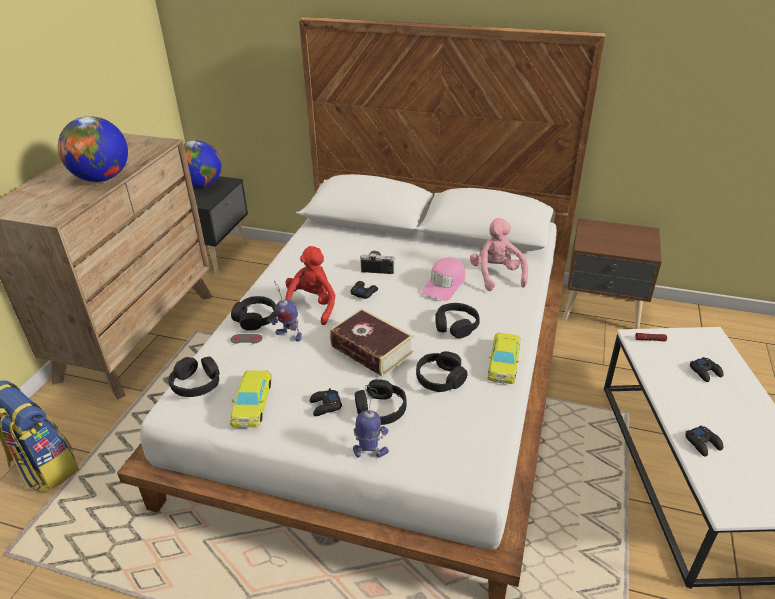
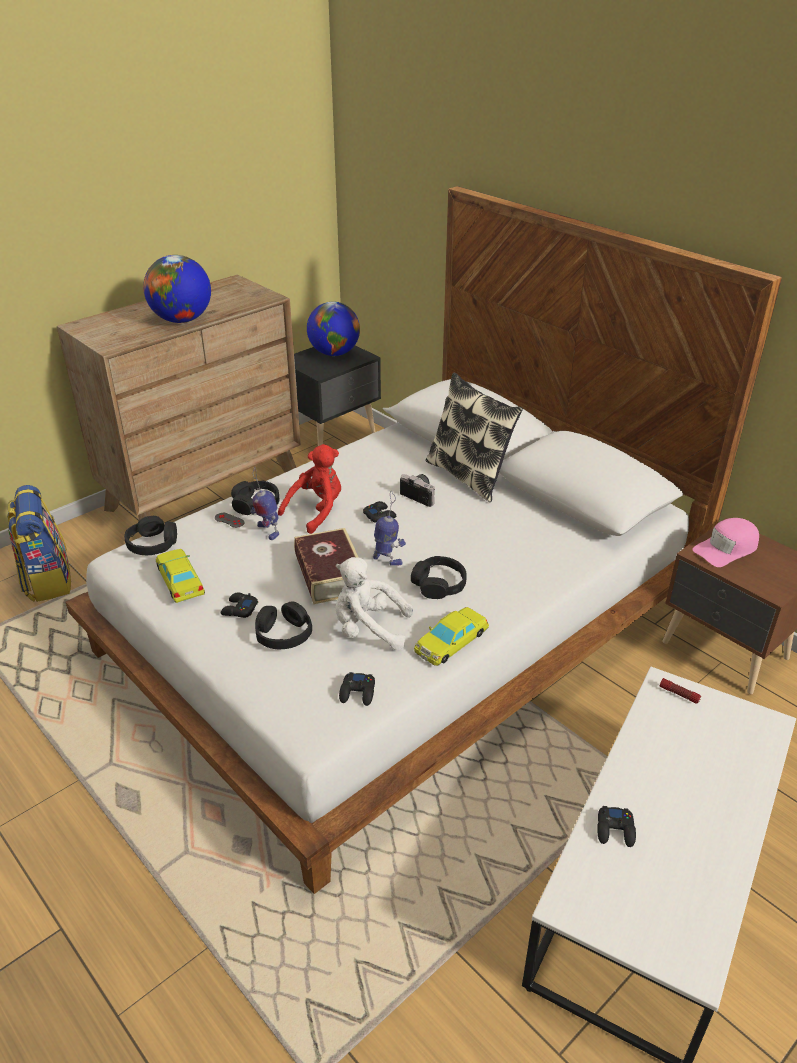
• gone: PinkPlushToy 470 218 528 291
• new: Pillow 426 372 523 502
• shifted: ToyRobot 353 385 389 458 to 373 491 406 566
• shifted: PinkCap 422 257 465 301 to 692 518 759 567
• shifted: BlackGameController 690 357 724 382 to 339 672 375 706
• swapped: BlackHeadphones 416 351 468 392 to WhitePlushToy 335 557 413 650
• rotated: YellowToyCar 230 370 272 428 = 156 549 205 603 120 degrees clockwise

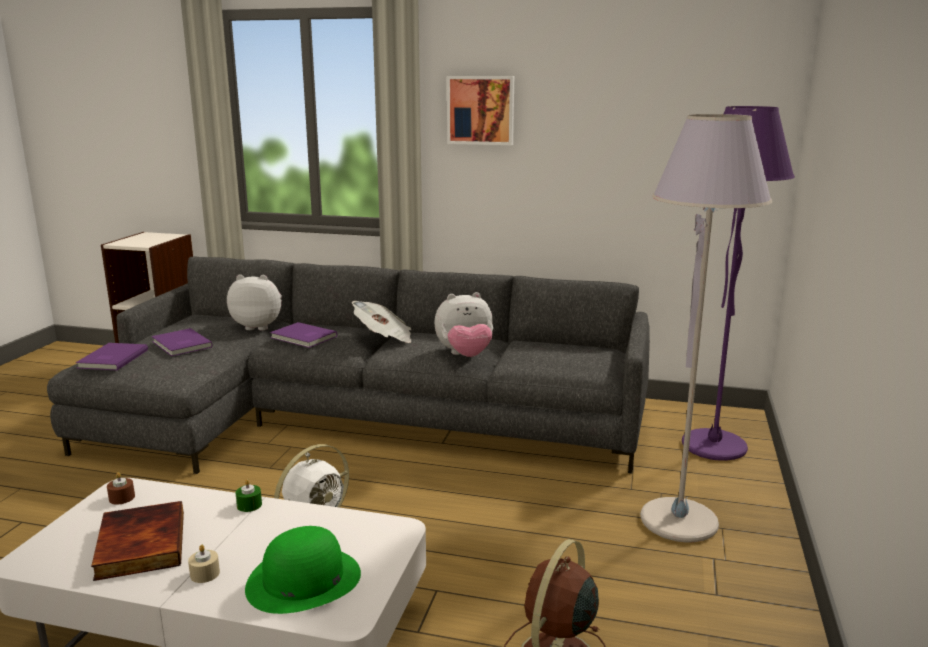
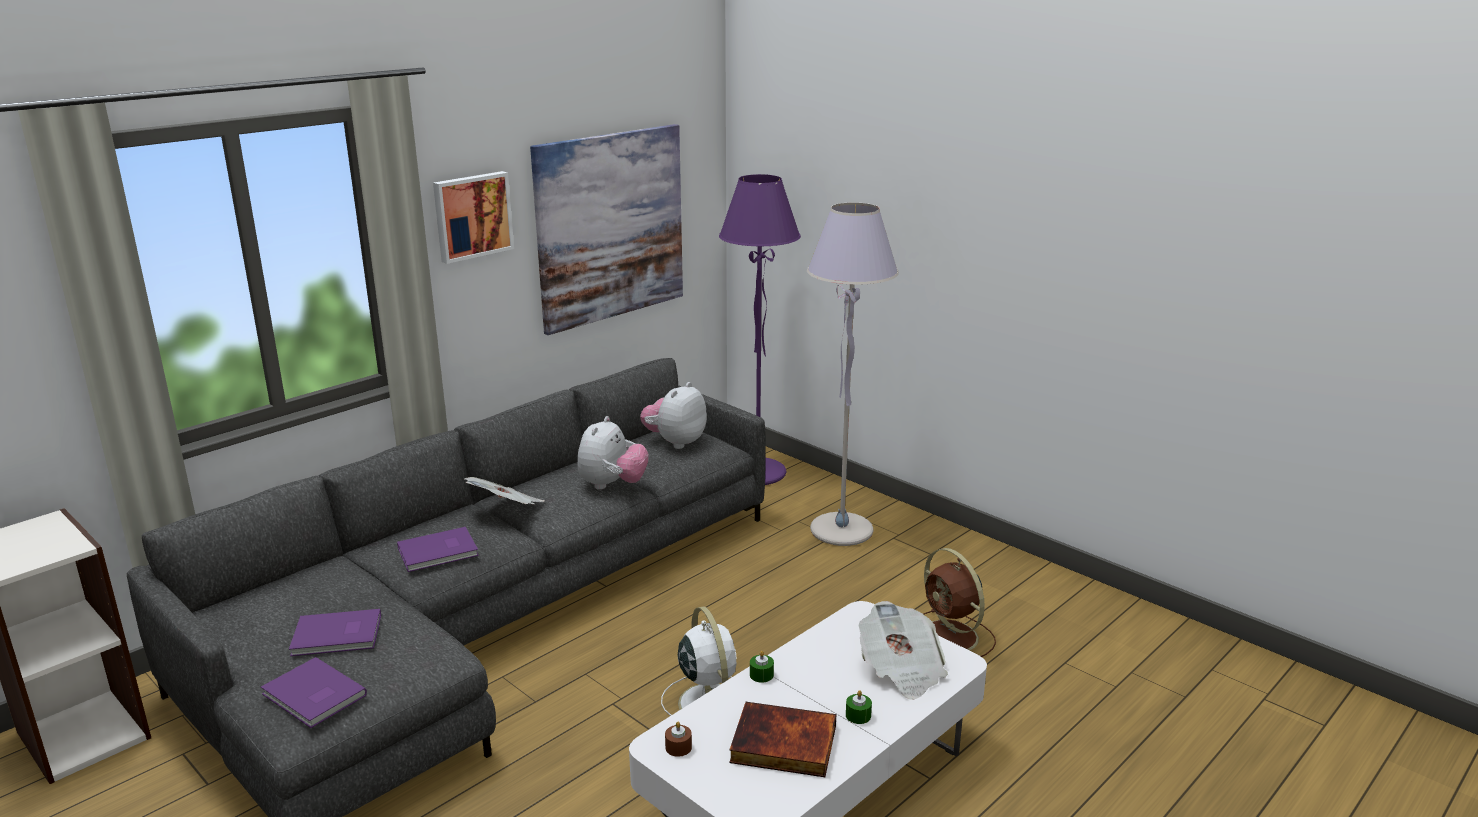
• new: Picture 530 124 683 335
• shifted: PlushToy 227 275 282 330 to 640 382 707 449
• swapped: GreenHat 245 526 361 614 to Newspaper 858 601 948 700
• repainted: BeigeCandle 188 545 220 583 to GreenCandle 846 690 872 724

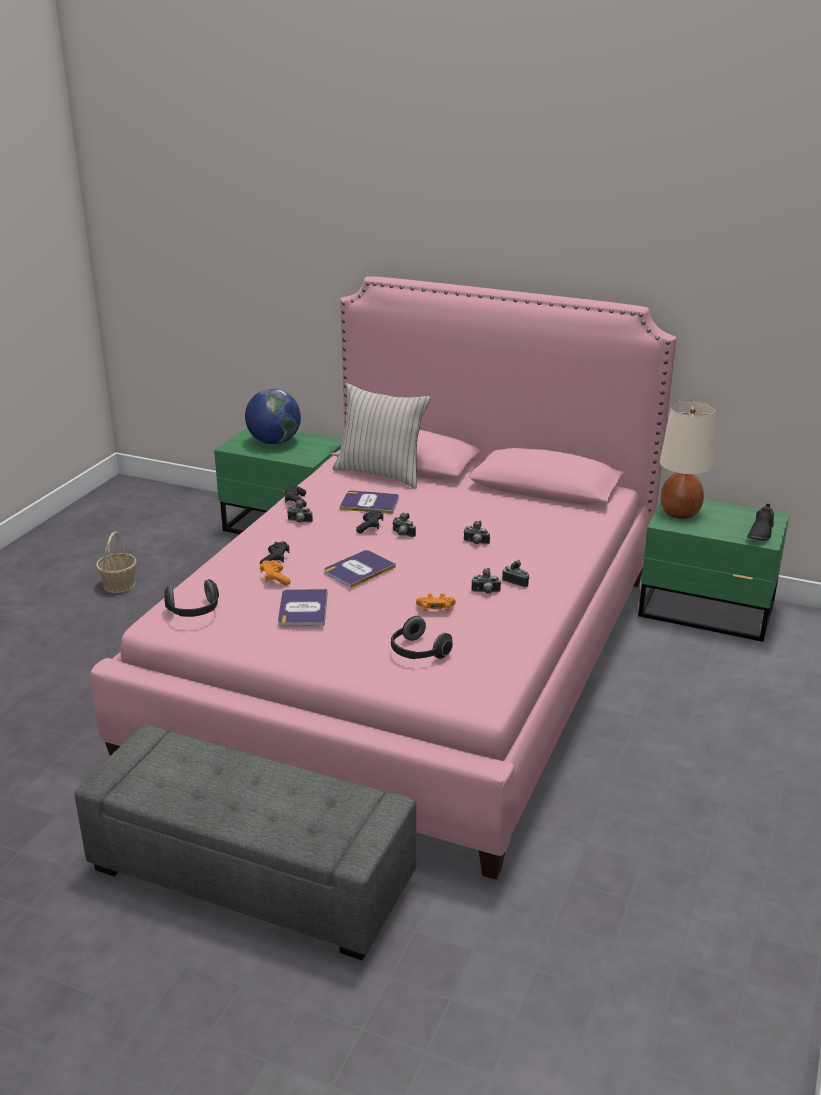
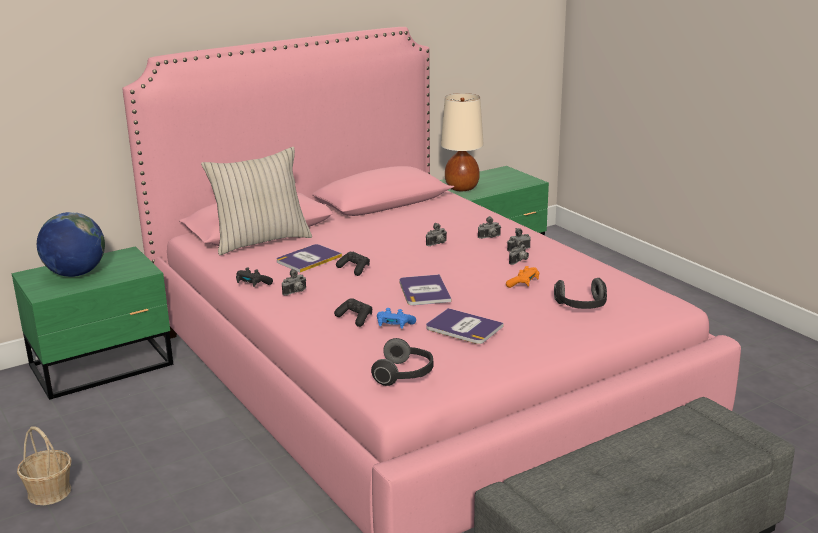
• gone: BlackShoe 747 503 774 541
• shifted: PhotoCamera 392 513 416 537 to 478 216 501 239
• repainted: OrangeGameController 260 560 290 586 to BlueGameController 377 308 416 329

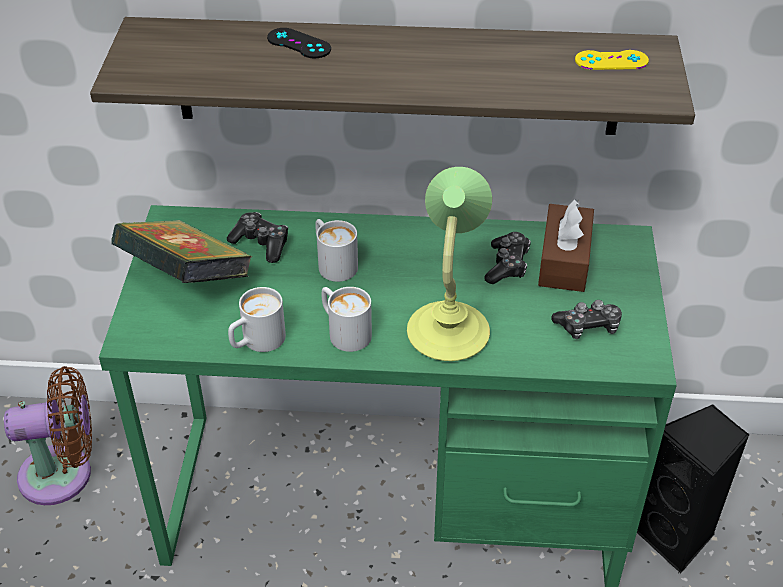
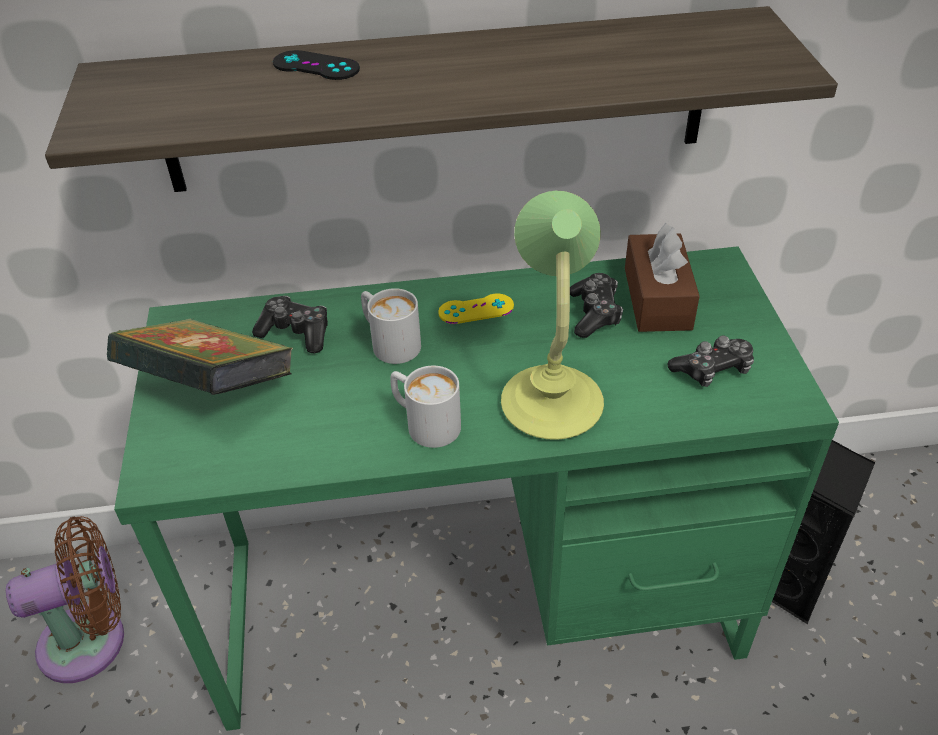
• gone: WhiteMug 228 287 286 352
• shifted: YellowGameController 575 50 649 70 to 438 294 514 324

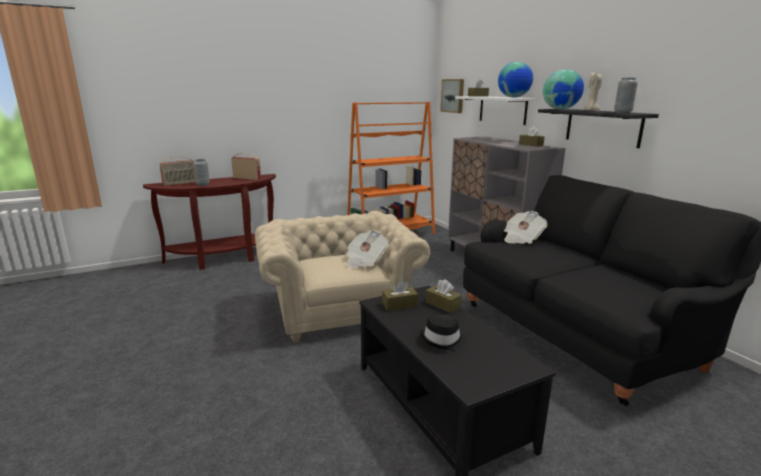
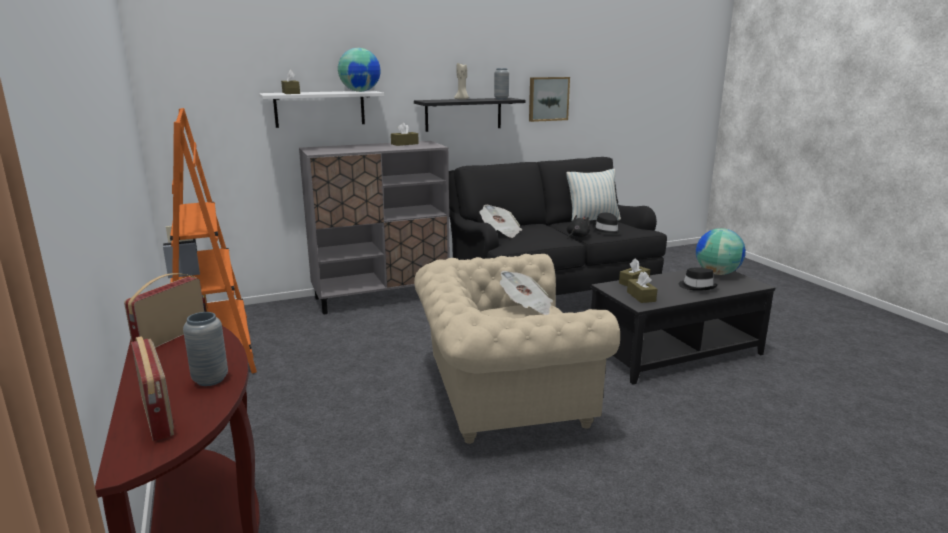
• new: Pillow 566 169 621 222
• new: BlackPlushToy 567 215 590 239
• new: BlackHat 592 213 622 235
• shifted: Picture 440 79 464 113 to 529 77 570 122
• shifted: Globe 543 69 584 109 to 696 228 746 275

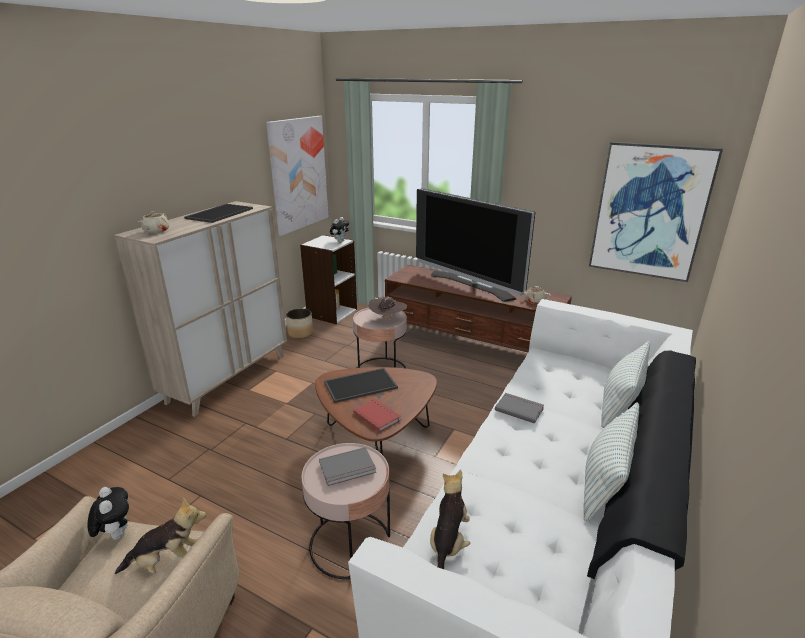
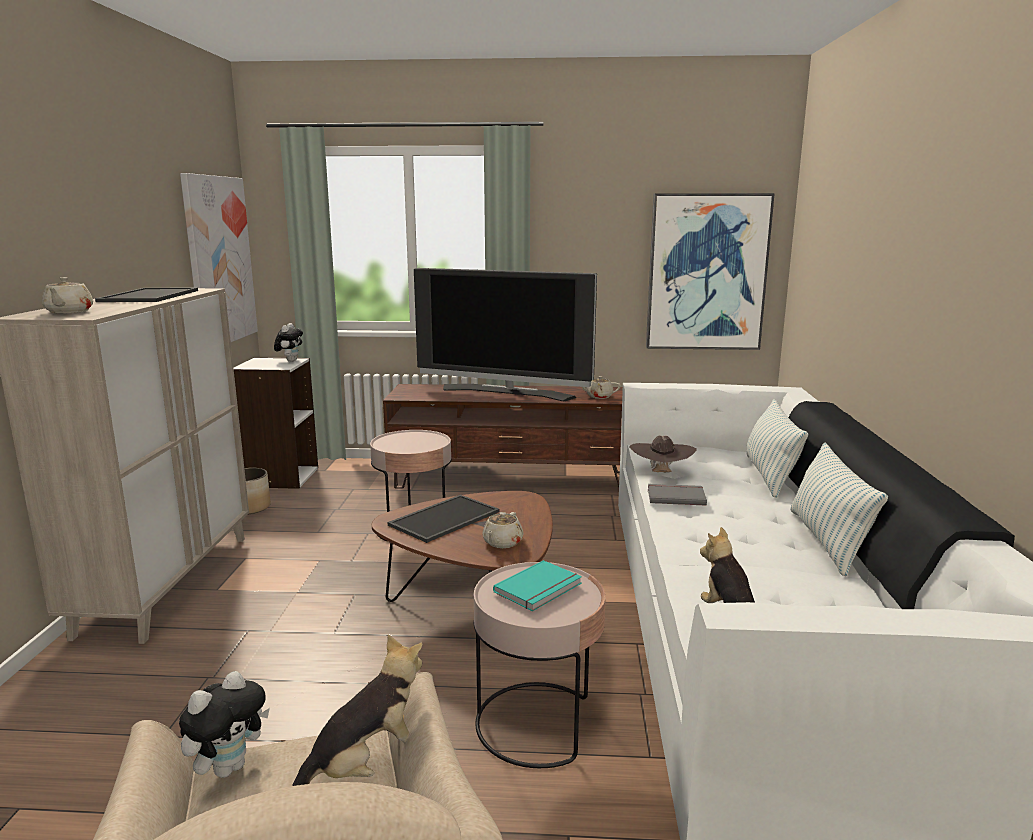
• shifted: BrownHat 368 296 407 320 to 629 435 697 472
• swapped: RedBook 353 399 401 432 to BeigeTeapot 482 512 523 548
• repainted: GreyBook 319 447 376 486 to TurquoiseBook 493 560 582 611
• rotated: PlushToy 87 487 129 540 = 179 671 270 778 90 degrees clockwise

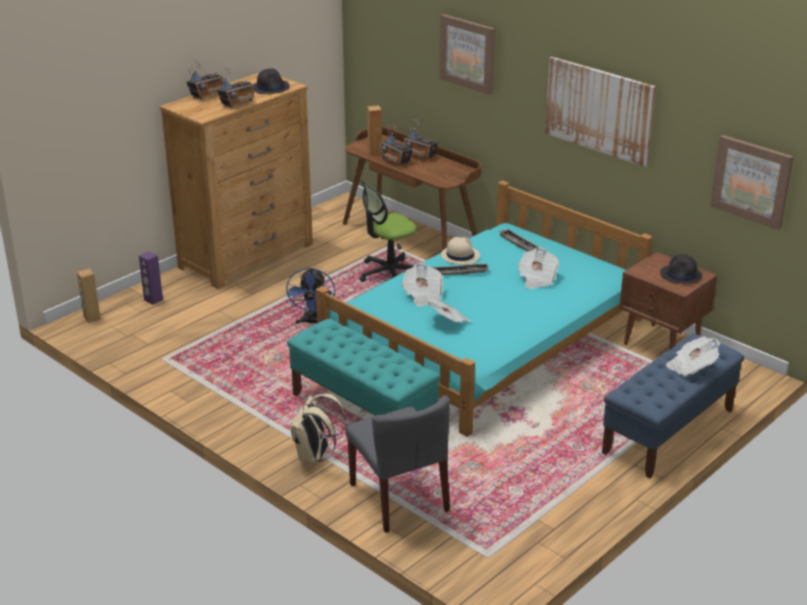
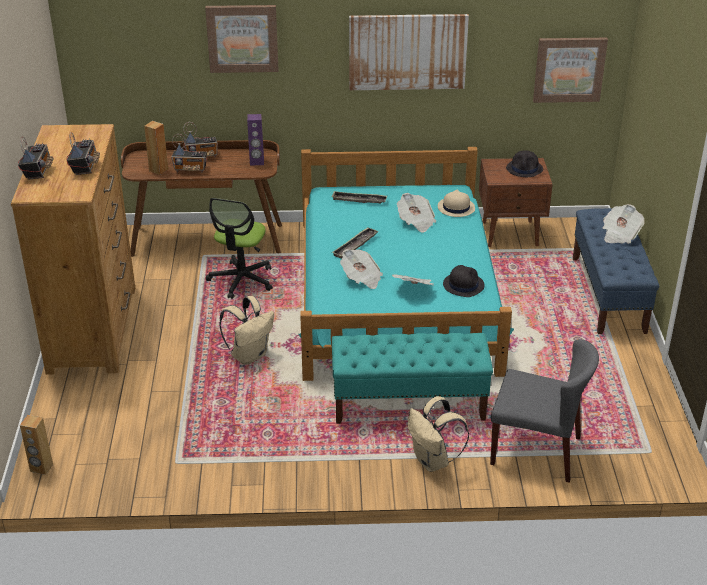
• shifted: PurpleSpeaker 139 251 163 305 to 247 114 264 165
• shifted: BlackHat 253 68 290 94 to 443 265 485 297
• shifted: BeigeHat 441 237 480 264 to 438 190 475 217
• swapped: BlueFan 286 268 335 325 to BeigeBackpack 219 295 274 365

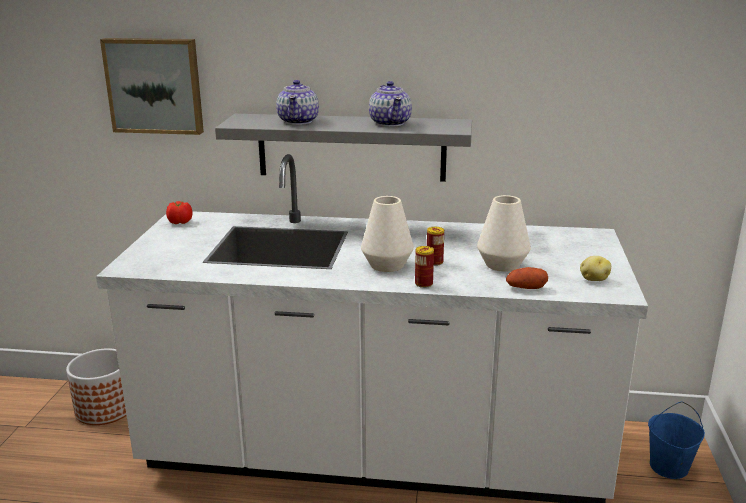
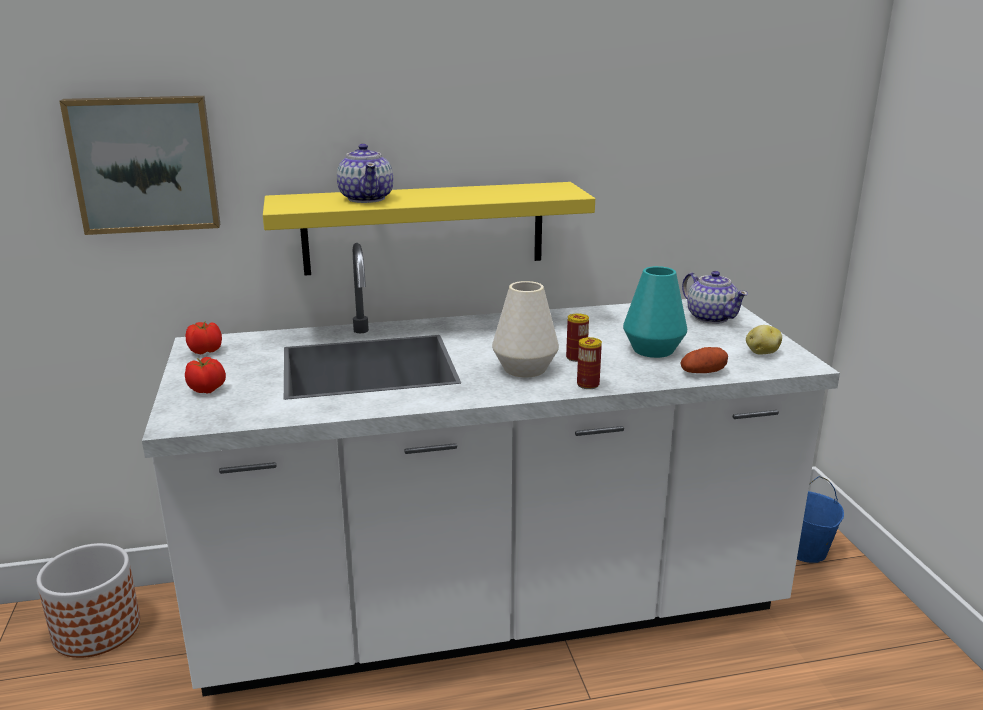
• new: Tomato 185 357 226 394
• shifted: Teapot 369 81 412 127 to 682 271 748 324
• repainted: GreyShelf 215 114 472 182 to YellowShelf 263 182 595 276
• repainted: WhiteVase 477 195 531 272 to TurquoiseVase 623 266 687 358

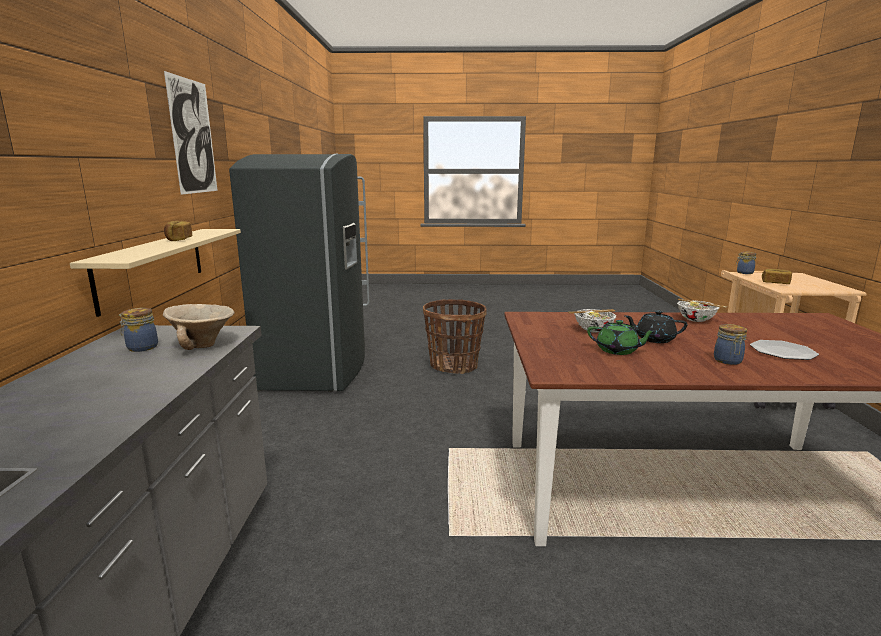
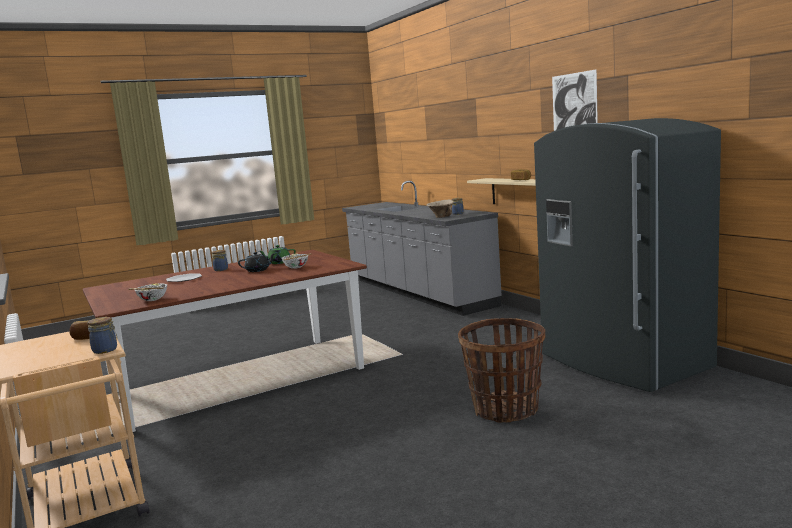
• shifted: Bowl 677 299 727 322 to 128 283 167 301

